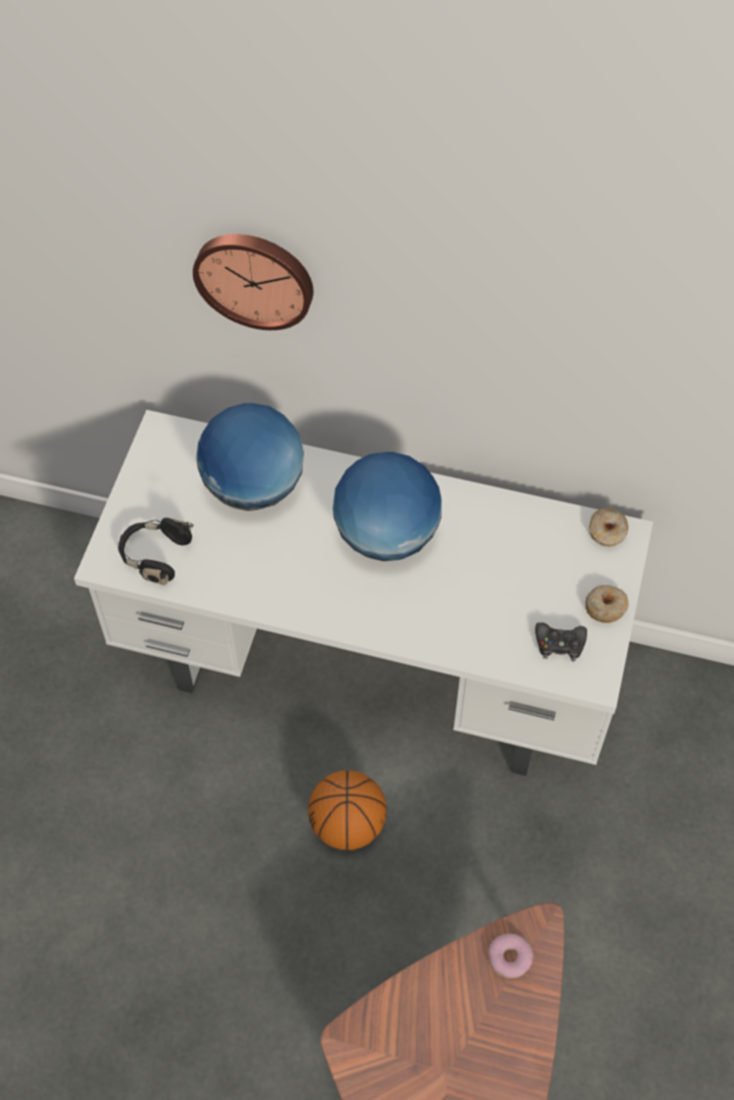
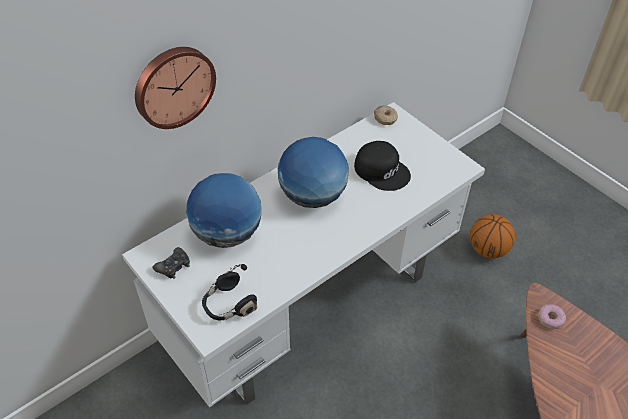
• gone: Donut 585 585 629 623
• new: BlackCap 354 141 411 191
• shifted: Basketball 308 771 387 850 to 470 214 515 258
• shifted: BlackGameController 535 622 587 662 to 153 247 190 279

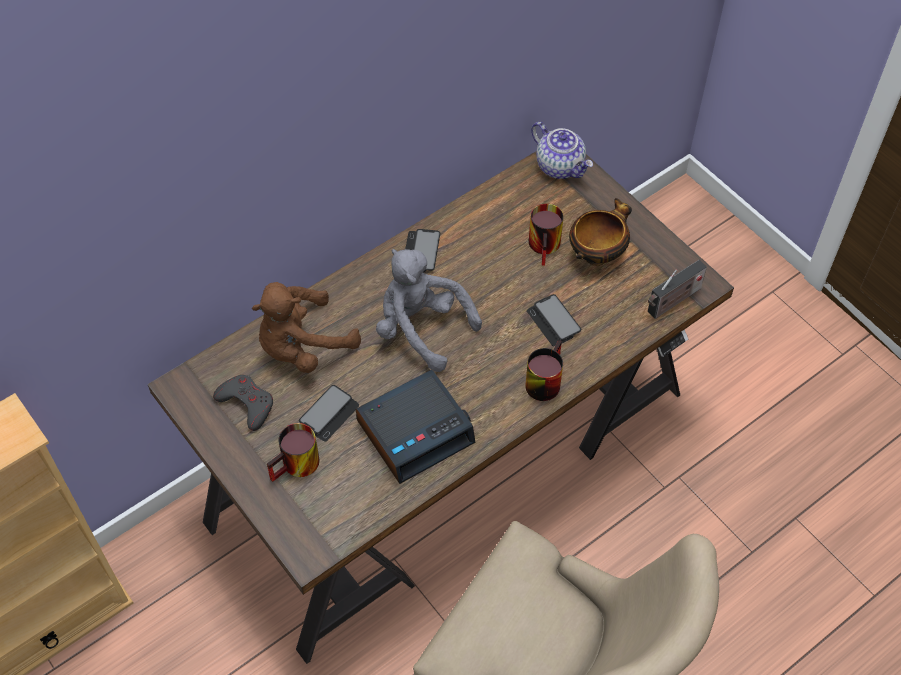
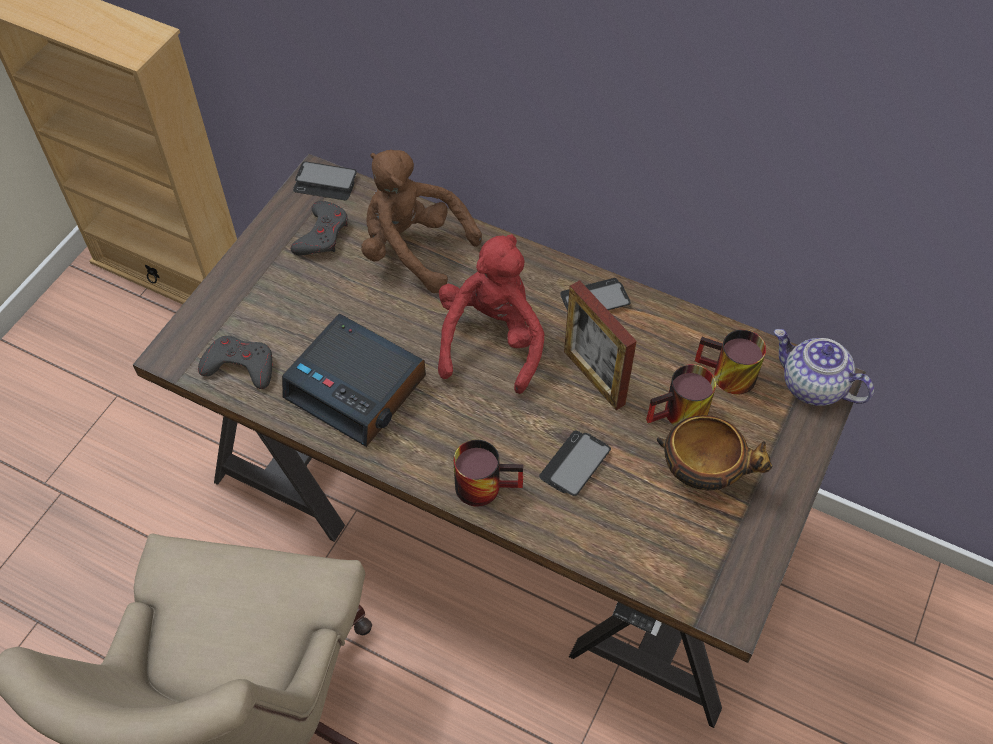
• gone: Radio 648 260 707 319
• new: GreyGameController 198 336 272 389
• new: PictureFrame 564 280 637 410
• shifted: Mug 267 423 319 482 to 695 330 766 395
• shifted: Phone 299 385 359 441 to 293 161 357 200
• repainted: GreyPlushToy 376 249 482 372 to RedPlushToy 438 234 545 394
• rotated: Teapot 531 122 593 179 = 774 329 874 406 105 degrees clockwise

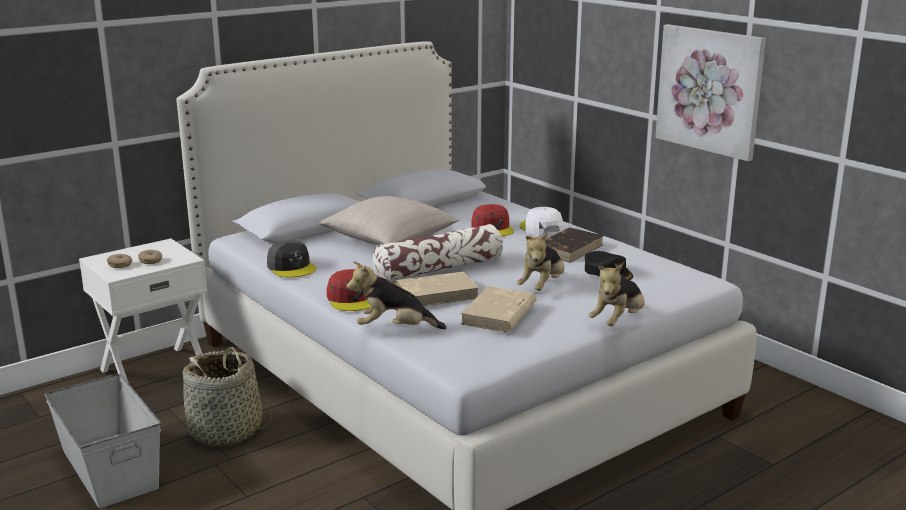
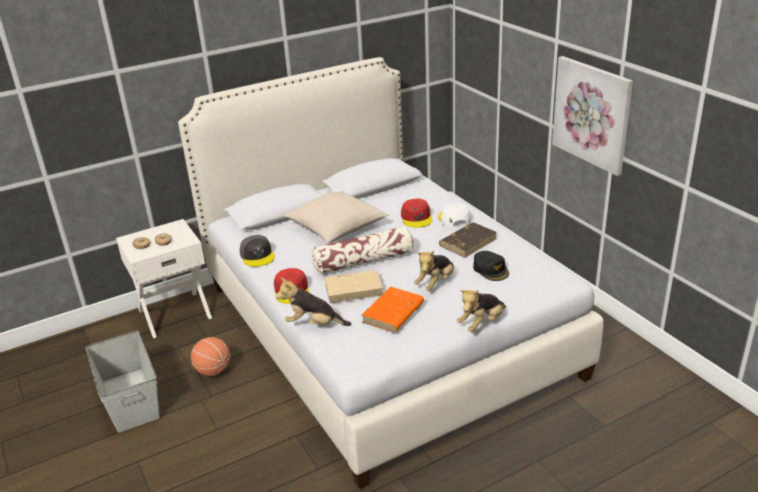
• swapped: Basket 183 347 272 447 to Basketball 191 337 230 376
• repainted: BeigeBook 461 286 537 332 to OrangeBook 362 286 424 333

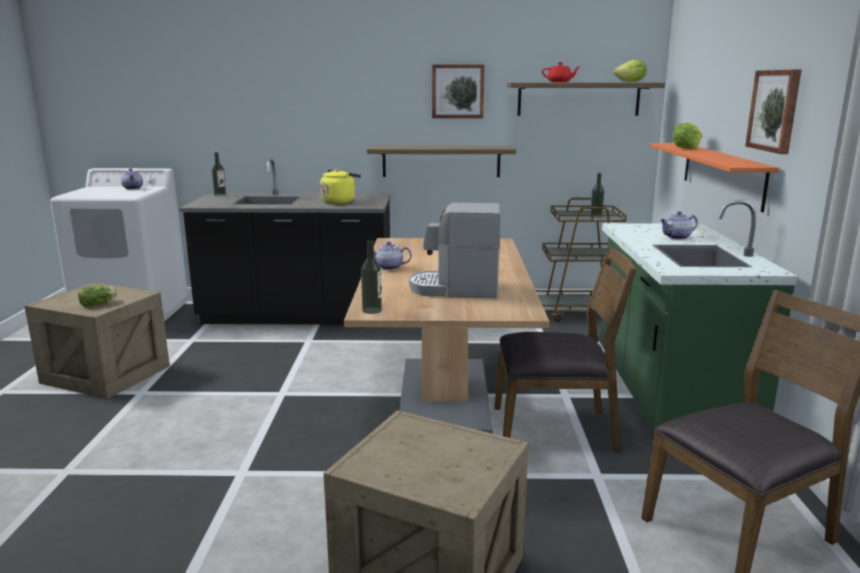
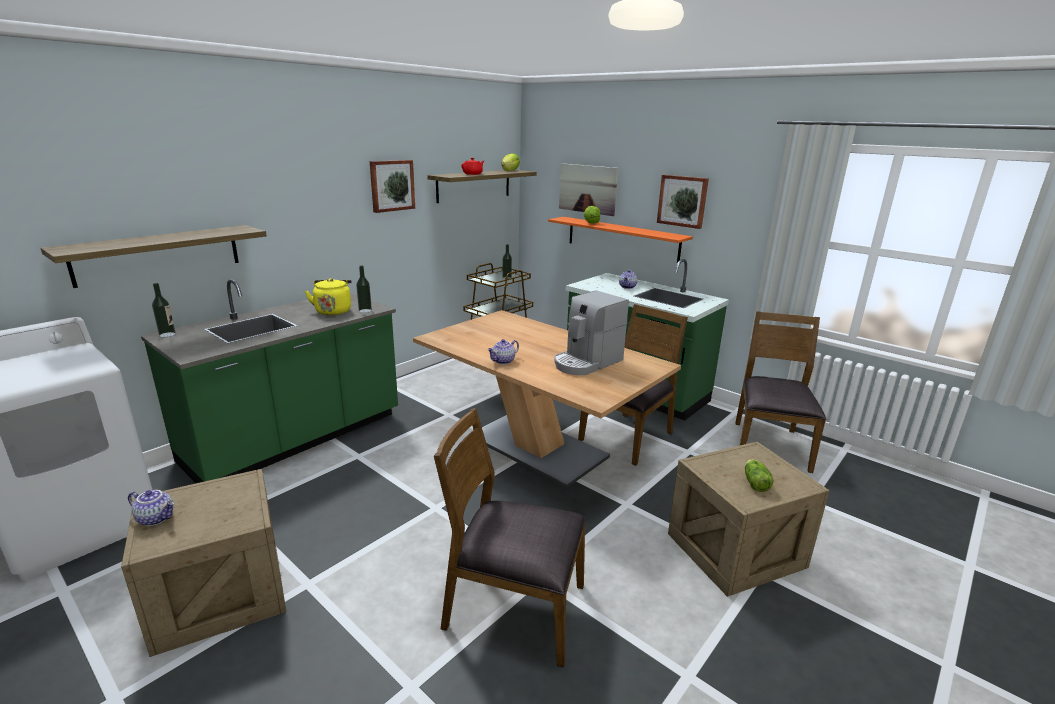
• new: BrownChair 434 408 586 668
• new: Picture 559 163 618 216
• shifted: Lettuce 78 286 117 307 to 745 459 774 492
• shifted: Teapot 121 168 143 190 to 128 490 174 526
• shifted: Bottle 361 240 382 314 to 356 266 372 313
• shifted: Shelf 367 145 516 177 to 40 225 267 288
• repainted: BlackCounter 179 159 391 325 to GreenCounter 141 279 398 483

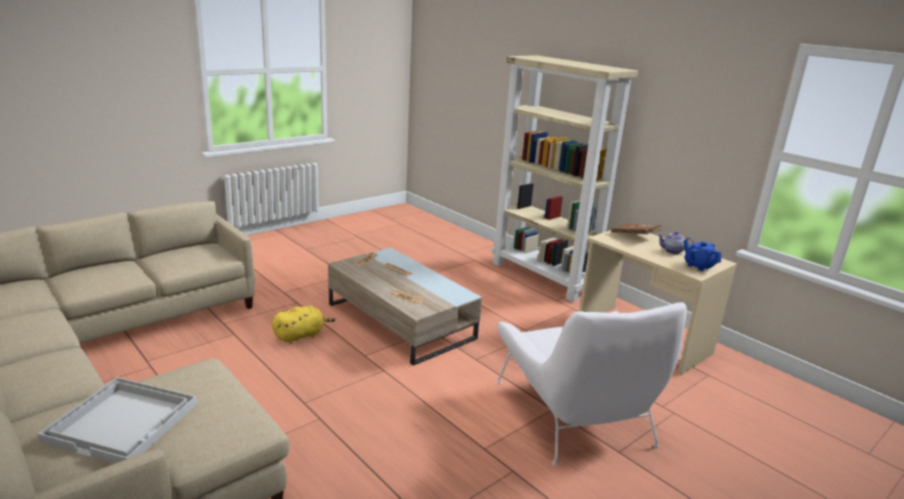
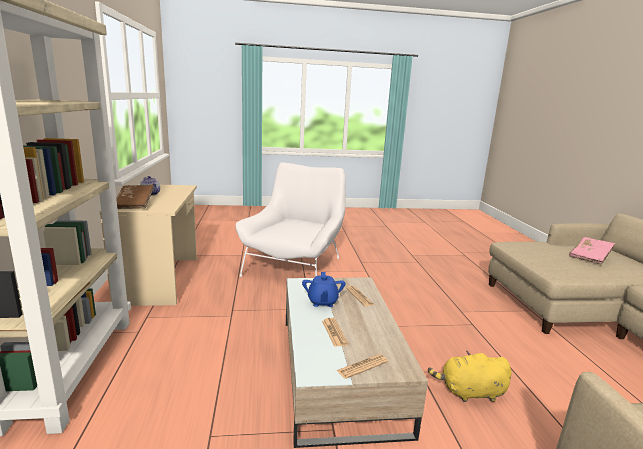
• shifted: BlueTeapot 684 240 721 271 to 302 272 345 307
• swapped: WhiteTray 38 377 197 463 to PinkBook 569 237 615 264

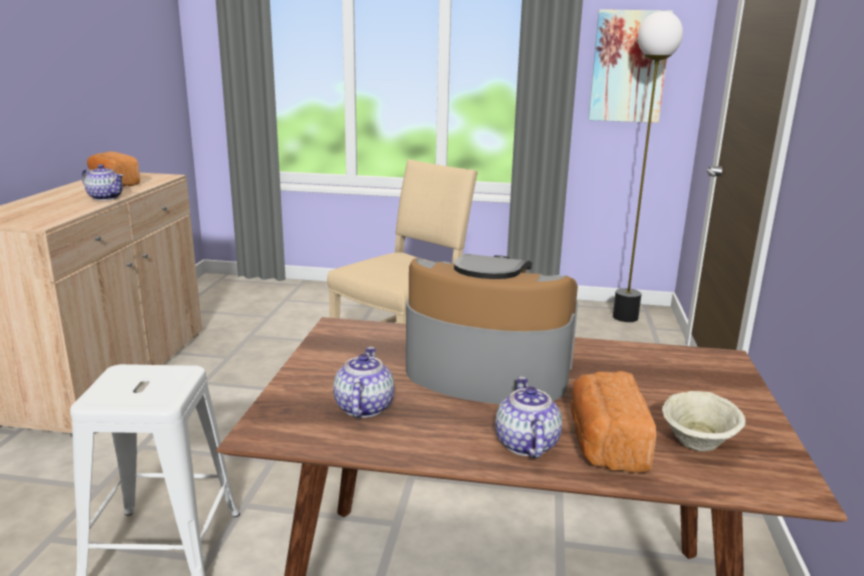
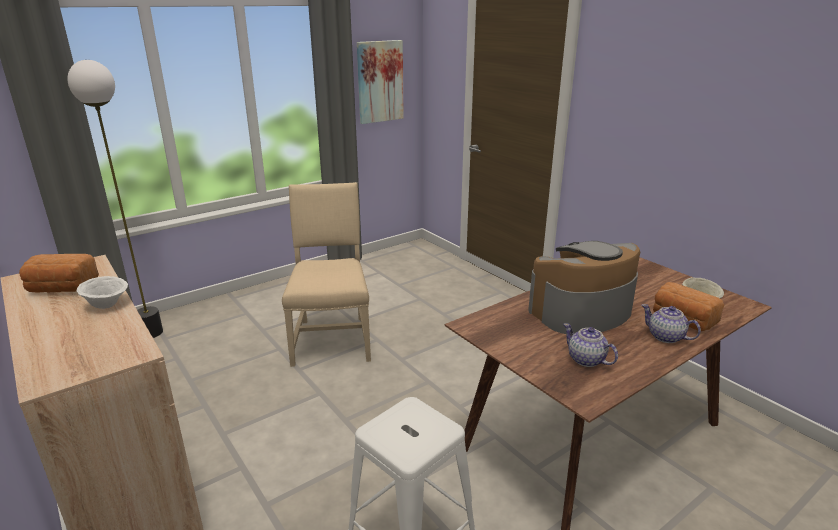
• shifted: FloorLamp 613 11 683 322 to 67 60 163 338
• swapped: Teapot 81 164 124 200 to WhiteBowl 77 276 128 309

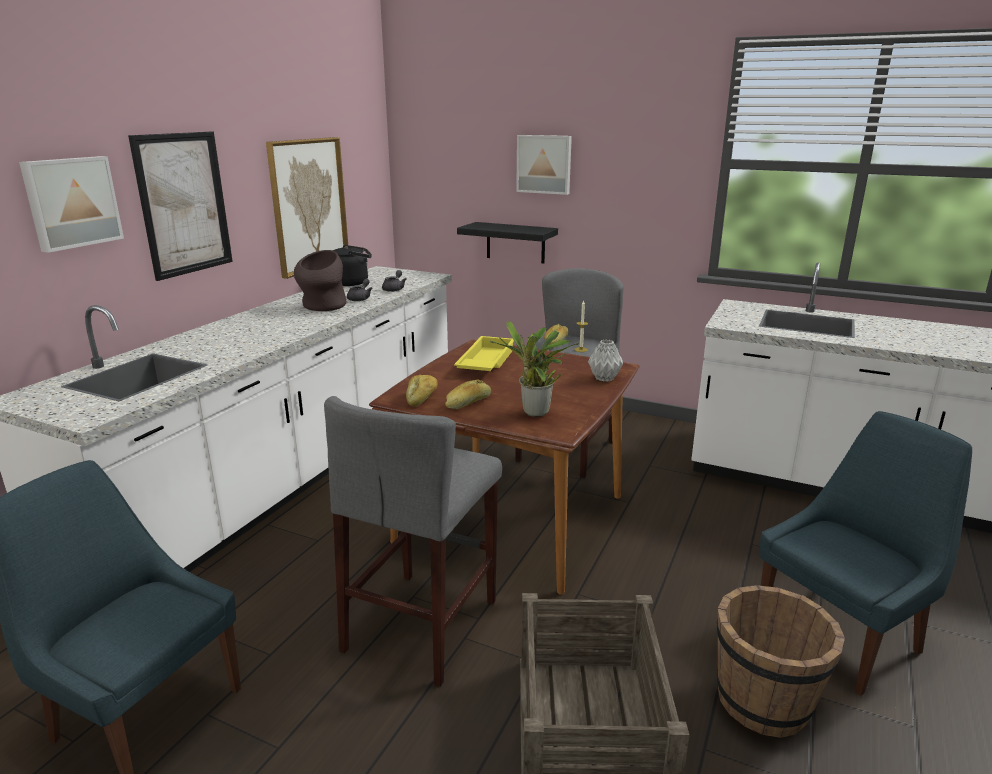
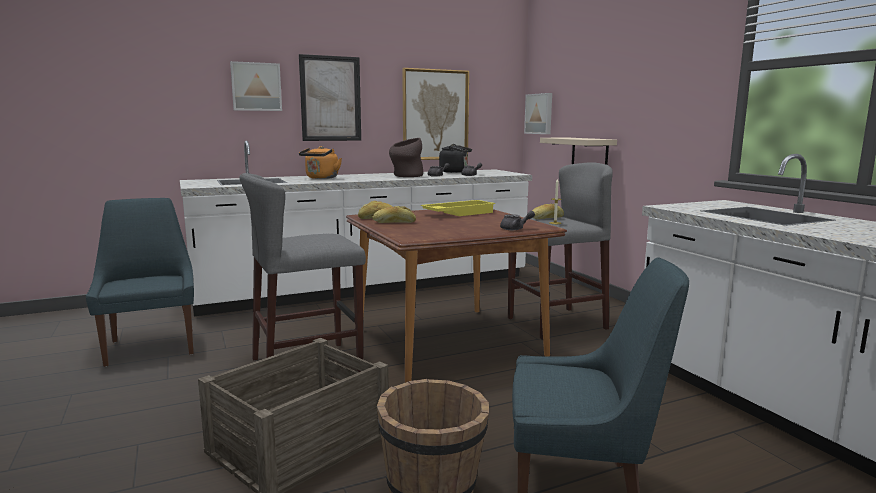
• gone: PottedPlant 490 321 579 417
• new: OrangeKettle 299 146 342 179
• shifted: Picture 516 135 572 195 to 524 93 552 134
• swapped: GreyVase 588 340 623 382 to GreyTeapot 500 211 535 230
• repainted: BlackShelf 457 222 558 264 to BeigeShelf 540 137 617 165

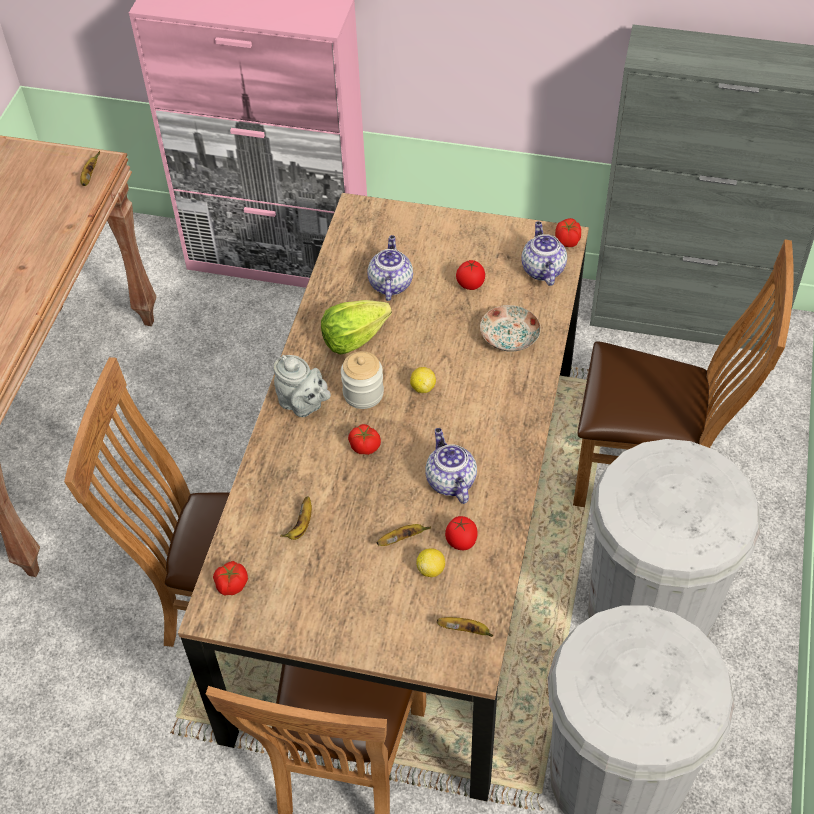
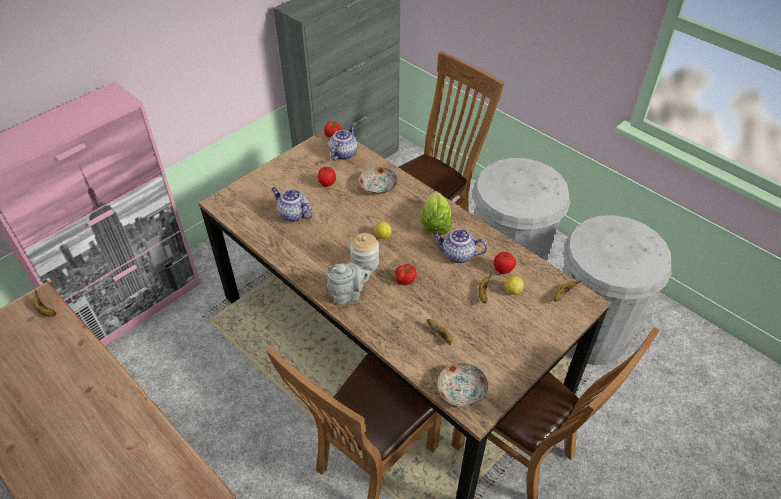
• shifted: Lettuce 321 300 392 355 to 421 191 452 235
• swapped: Tomato 213 561 248 596 to Plate 438 363 488 407
• rotated: Teapot 521 221 567 286 = 329 124 358 160 90 degrees clockwise

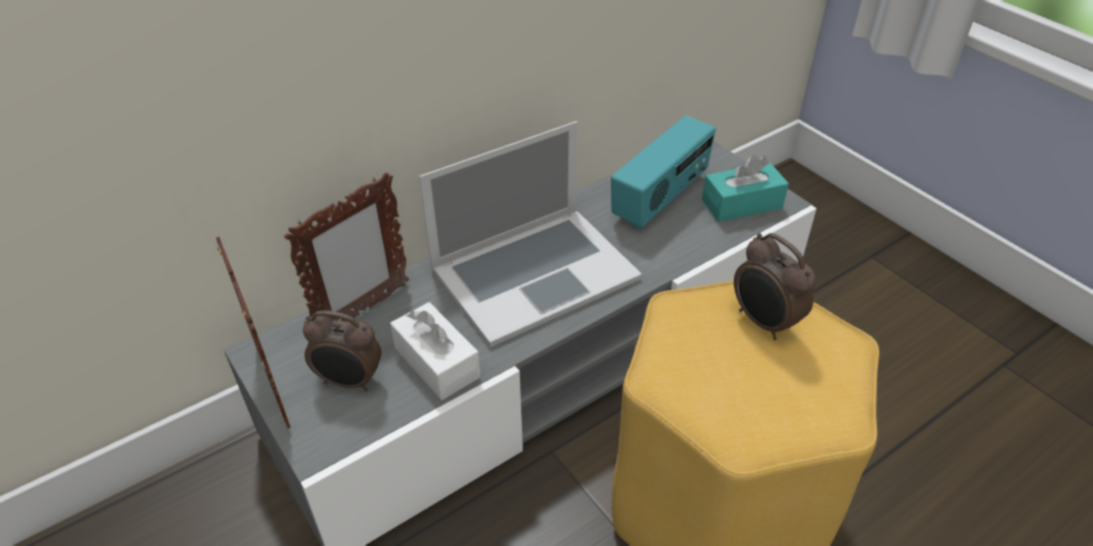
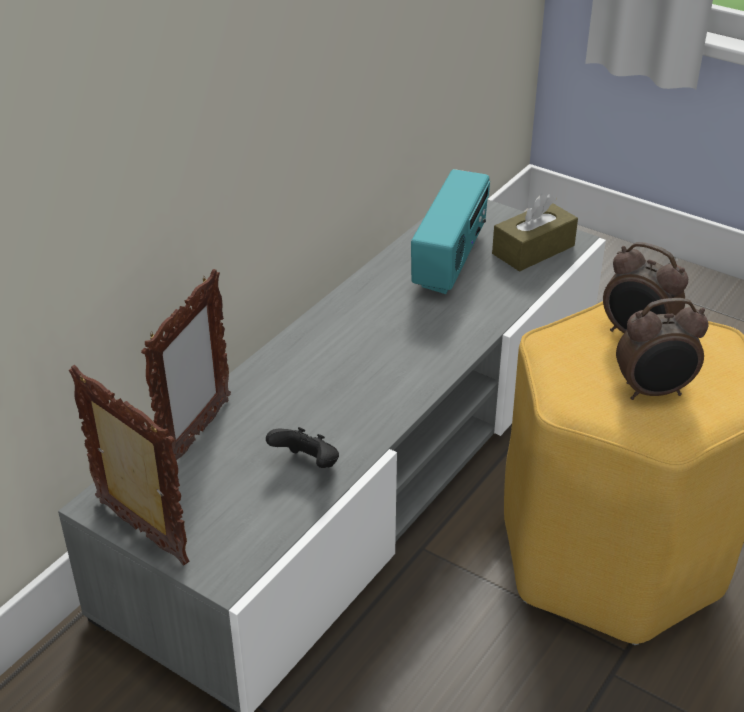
• gone: Laptop 419 121 642 347
• shifted: AlarmClock 303 311 382 391 to 616 298 709 400
• swapped: WhiteTissueBox 390 302 481 400 to BlackGameController 266 427 339 468
• repainted: TurquoiseTissueBox 702 155 789 222 to BrownTissueBox 492 194 578 272

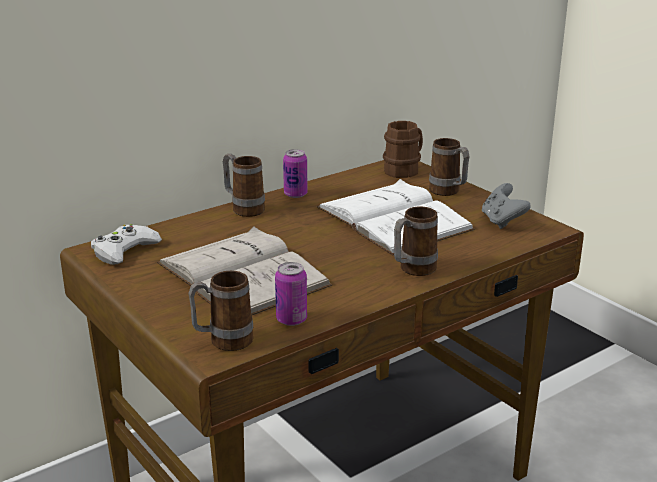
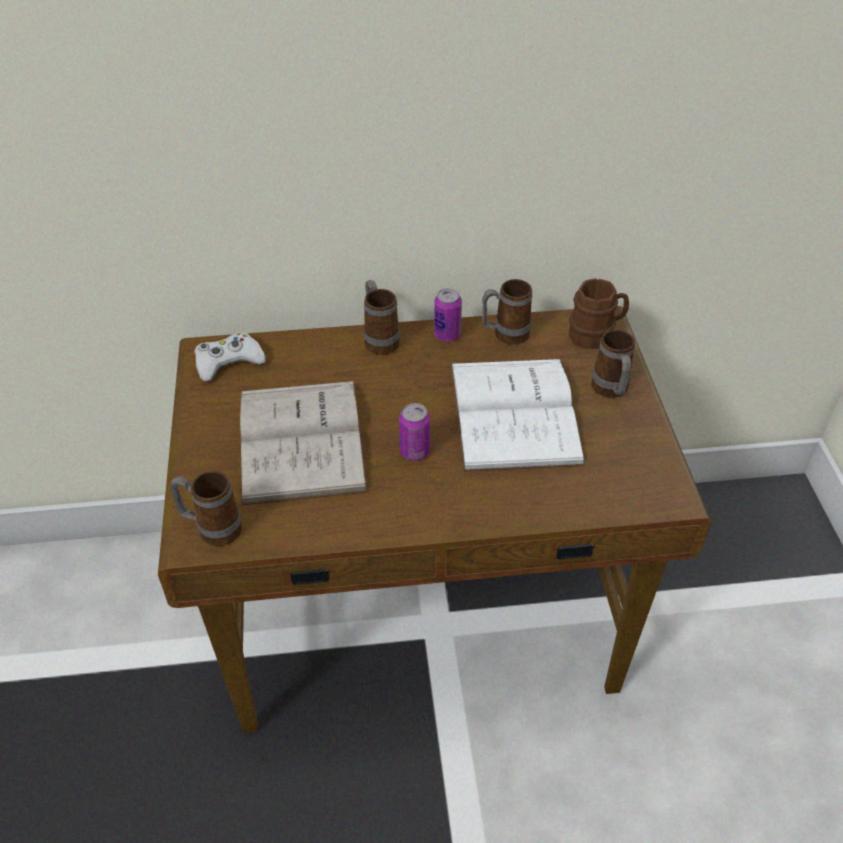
• gone: GreyGameController 482 183 531 229
• shifted: Can 275 262 307 326 to 399 403 430 461
• shifted: Mug 394 207 438 276 to 482 279 532 345

